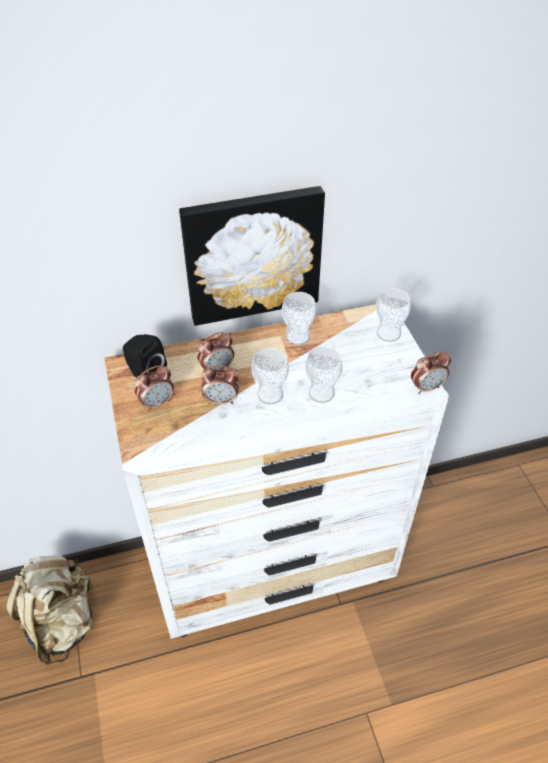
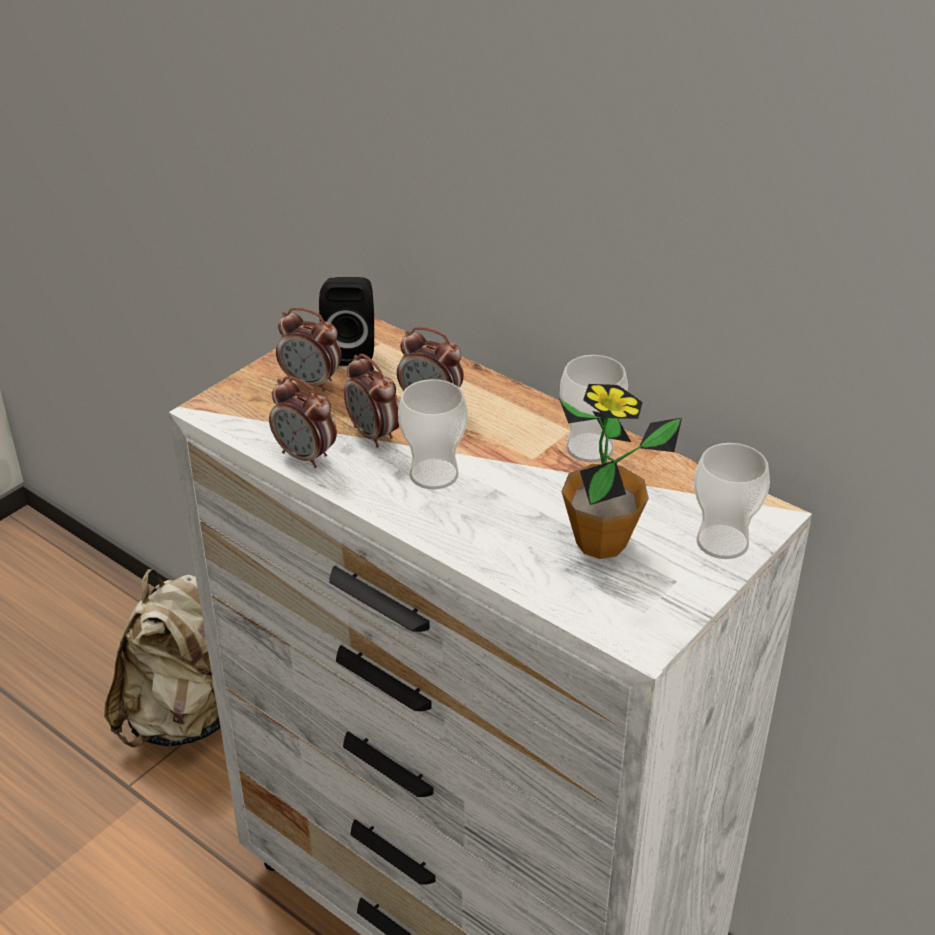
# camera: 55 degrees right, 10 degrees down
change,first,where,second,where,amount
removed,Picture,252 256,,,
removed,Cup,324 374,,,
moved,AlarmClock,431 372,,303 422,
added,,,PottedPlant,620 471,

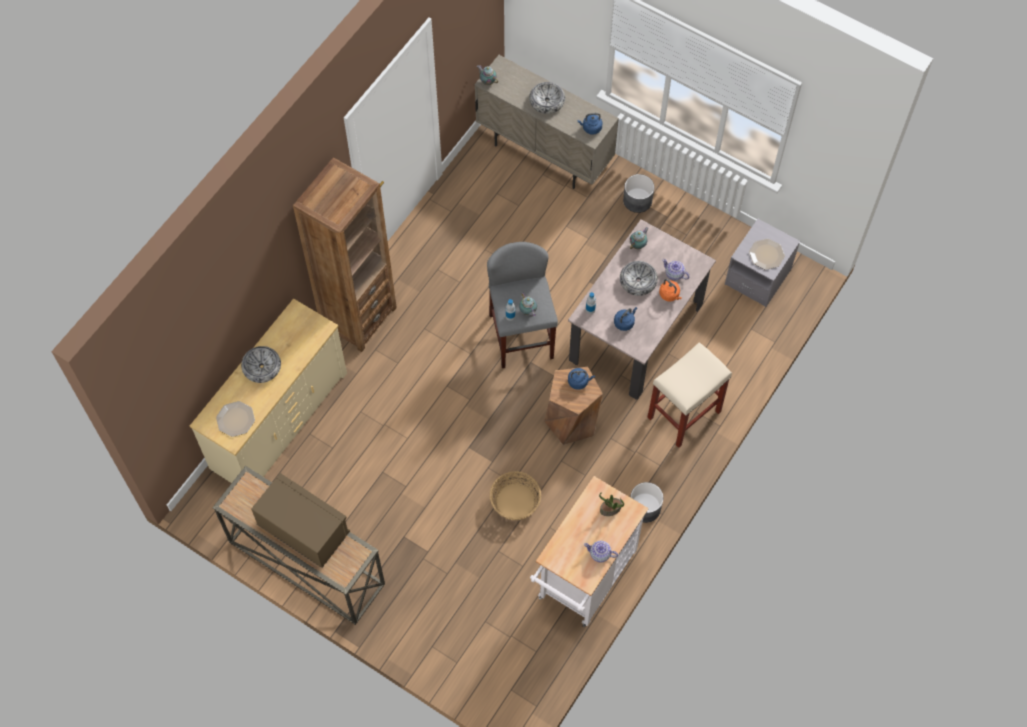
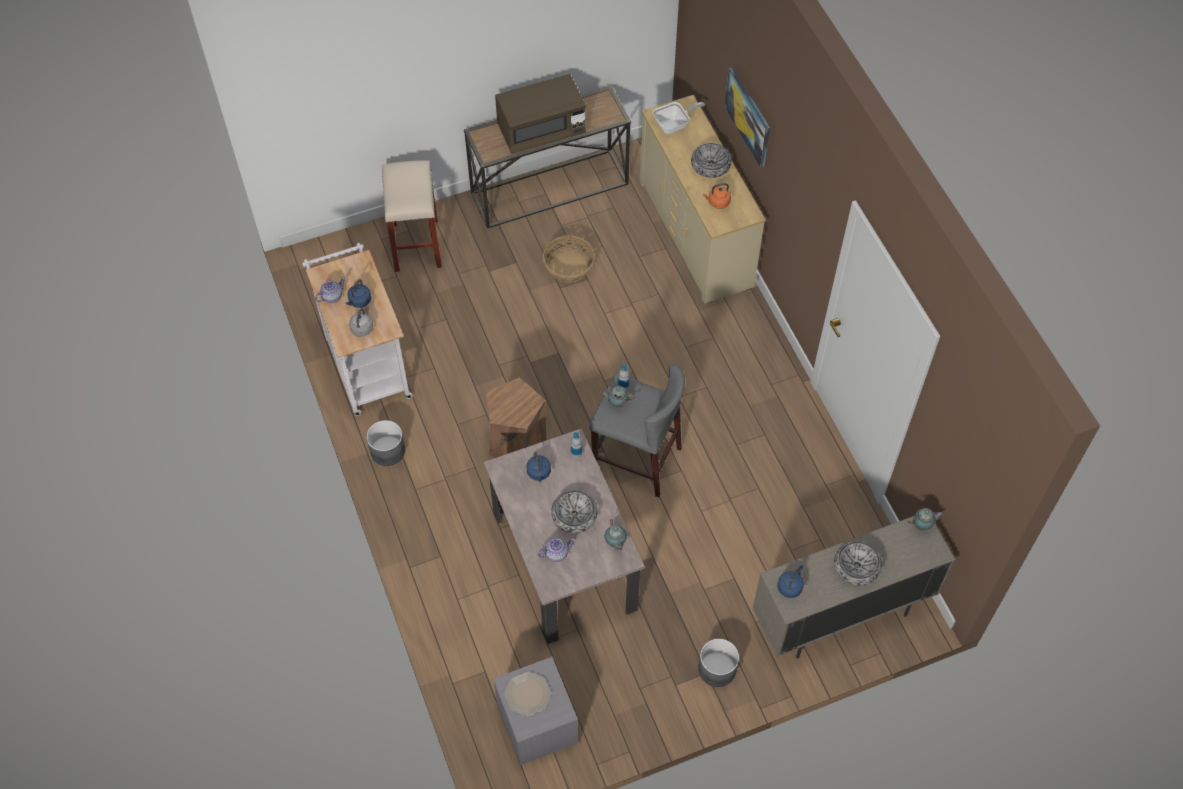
# camera: 125 degrees right, 5 degrees down
change,first,where,second,where,amount
removed,BrownBookcase,345 254,,,
moved,OrangeKettle,670 290,,717 196,
moved,BeigeStool,690 395,,412 216,
moved,BlueKettle,581 379,,358 293,
replaced,Plate,235 419,FryingPan,679 118,
moved,Basket,515 495,,569 259,
replaced,PottedPlant,611 504,GreyKettle,361 321,
added,,,Picture,747 117,

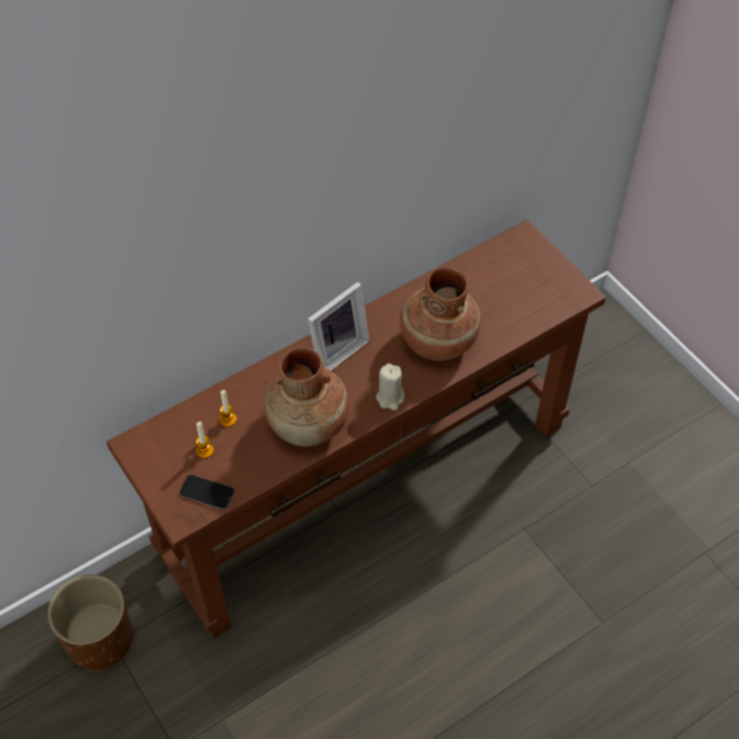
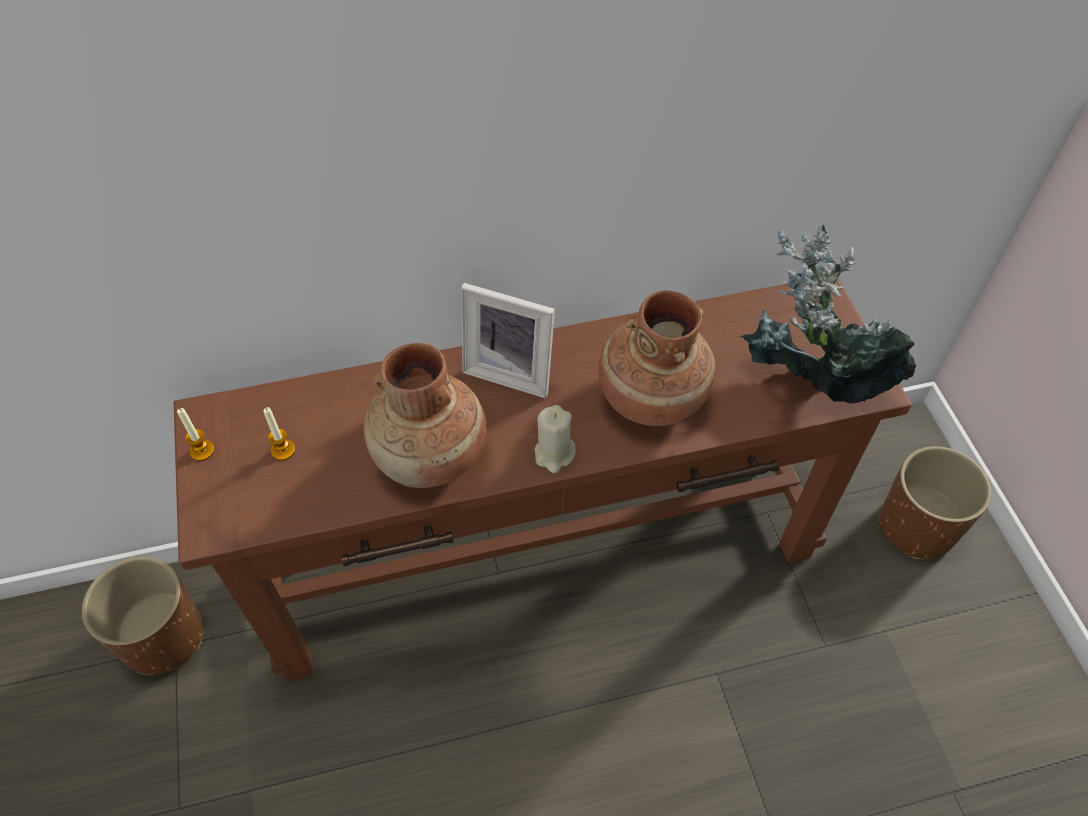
# camera: 20 degrees right, 0 degrees up
change,first,where,second,where,amount
turned,PictureFrame,339 326,,508 340,45 degrees clockwise
moved,Candle,228 408,,195 434,
removed,Phone,207 492,,,
added,,,PottedPlant,828 314,
added,,,BrownPlanter,935 503,

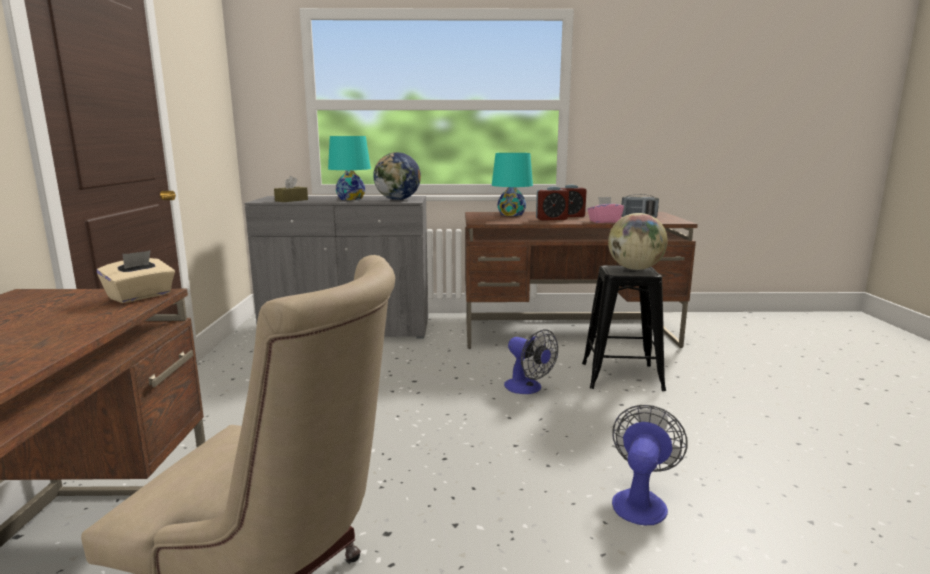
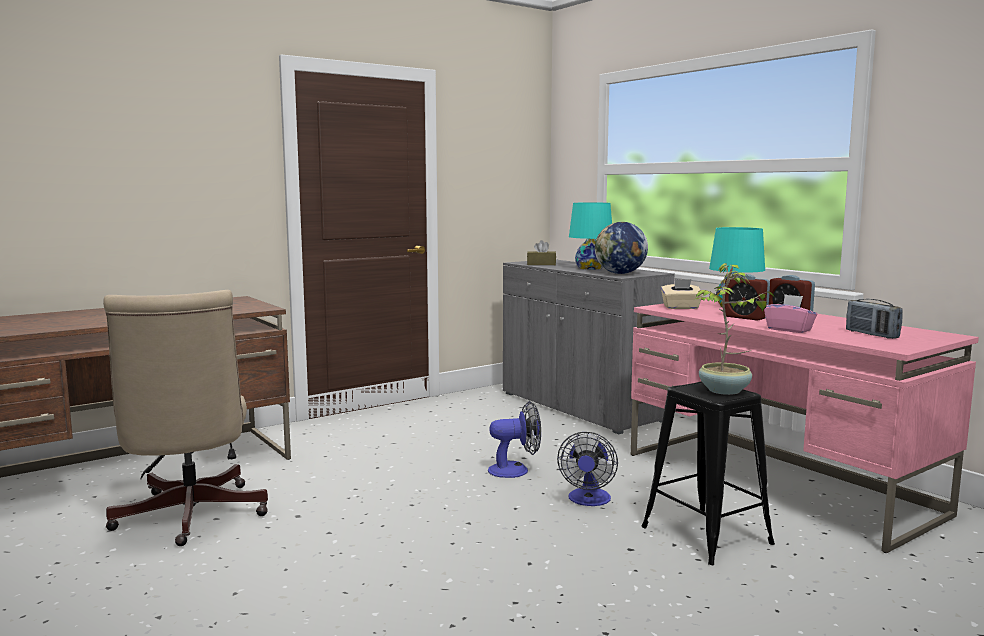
# camera: 55 degrees right, 5 degrees down
change,first,where,second,where,amount
recoloured,BrownDesk,581 280,PinkDesk,805 426,
replaced,Globe,638 241,PottedPlant,734 329,
moved,BeigeTissueBox,136 276,,682 294,
moved,Fan,649 465,,514 439,

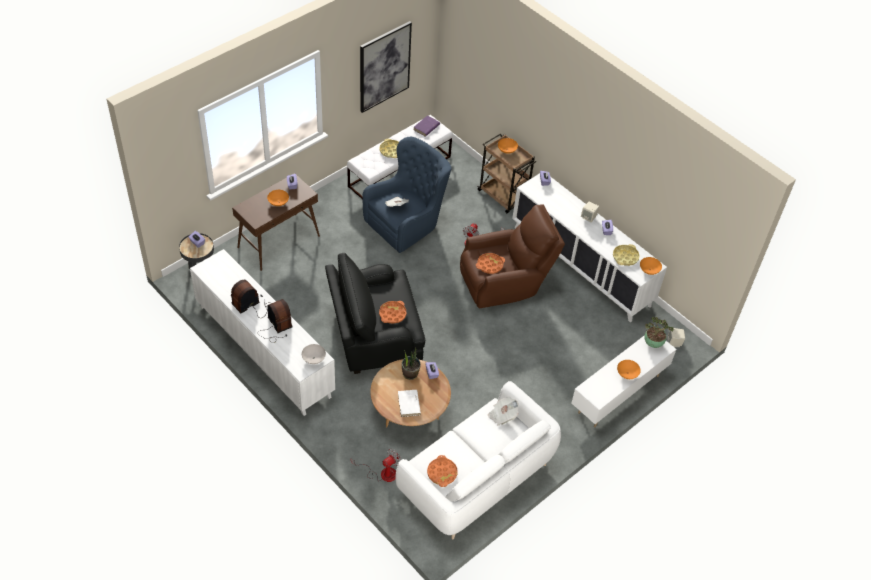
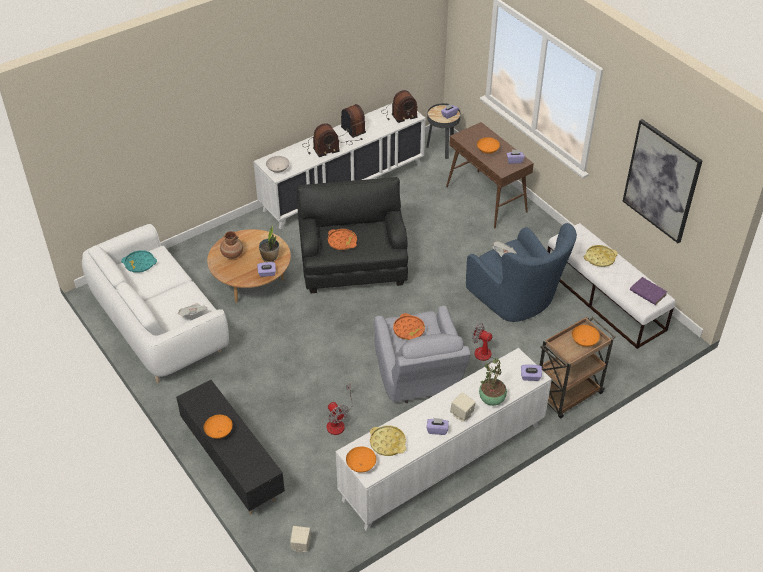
# camera: 100 degrees right, 5 degrees down
change,first,where,second,where,amount
recoloured,BrownArmchair,512 256,GreyArmchair,422 354,
moved,PottedPlant,659 332,,493 382,
recoloured,WhiteTvStand,624 381,BlackTvStand,230 447,
replaced,WhiteBook,409 403,BrownVase,231 245,
moved,Fan,376 465,,340 409,
recoloured,OrangeTray,442 471,TurquoiseTray,139 261,
added,,,Radio,400 106,

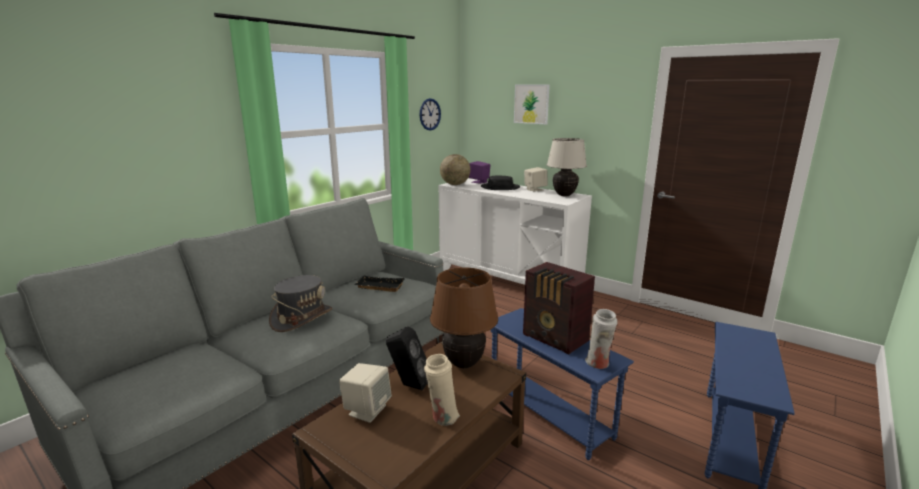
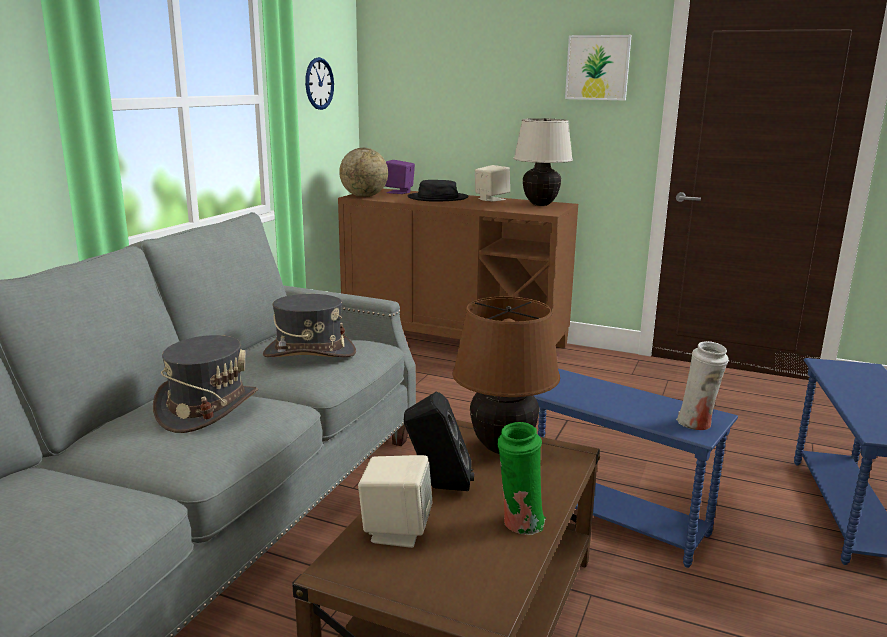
# camera: 15 degrees left, 0 degrees up
change,first,where,second,where,amount
moved,Picture,532 104,,598 68,
recoloured,WhiteCabinet,515 231,BrownCabinet,458 268,
removed,Radio,559 308,,,
replaced,BlackTray,379 283,GreyHat,309 325,
recoloured,BeigeVase,442 390,GreenVase,522 478,

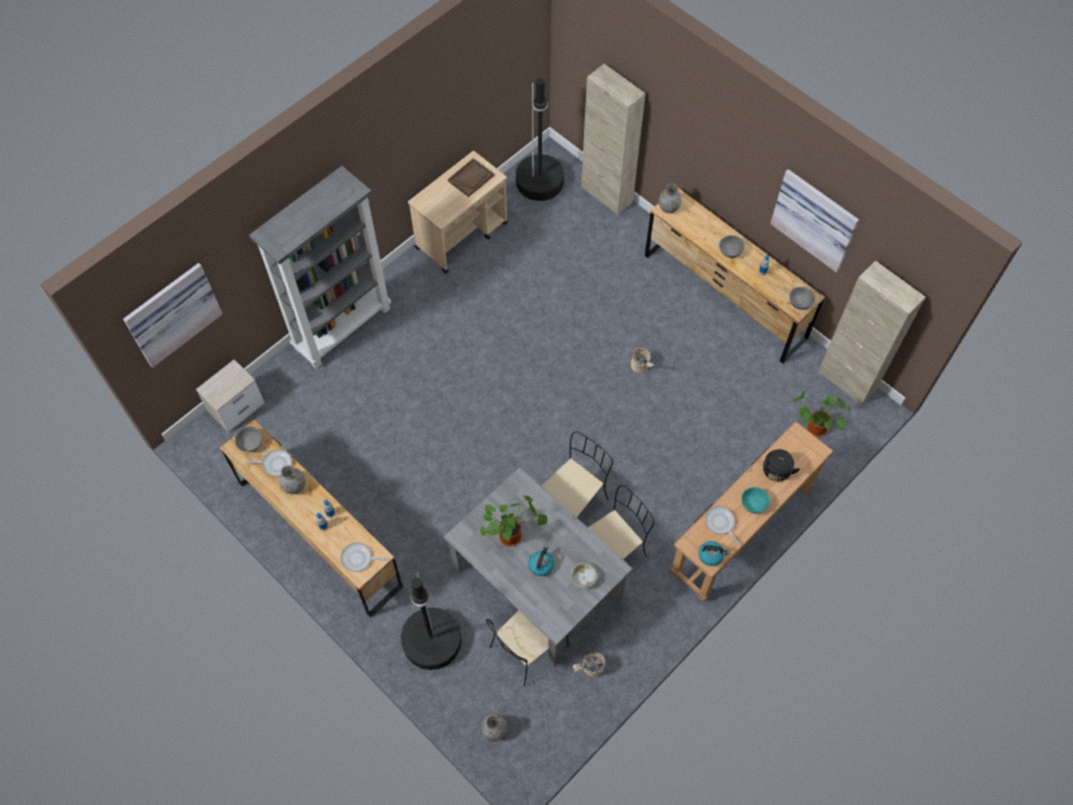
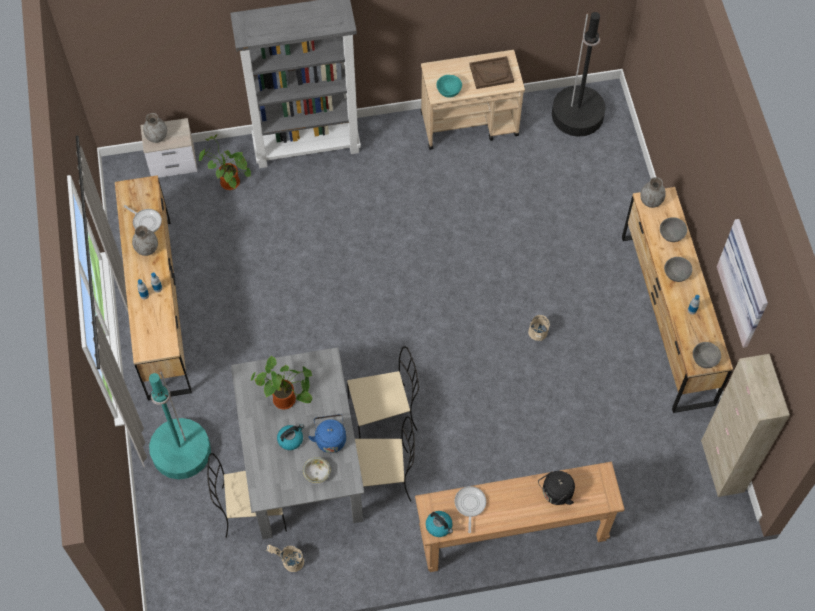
# camera: 35 degrees right, 0 degrees up
change,first,where,second,where,amount
removed,BeigeCabinet,613 139,,,
removed,Picture,172 315,,,
moved,PottedPlant,821 414,,225 162,
moved,GreyBowl,248 439,,673 229,
moved,TurquoiseBowl,755 500,,449 86,
removed,FryingPan,364 557,,,
recoloured,BlackFloorLamp,431 621,TurquoiseFloorLamp,180 424,
moved,GreyVase,494 727,,155 128,
added,,,BlueKettle,327 433,

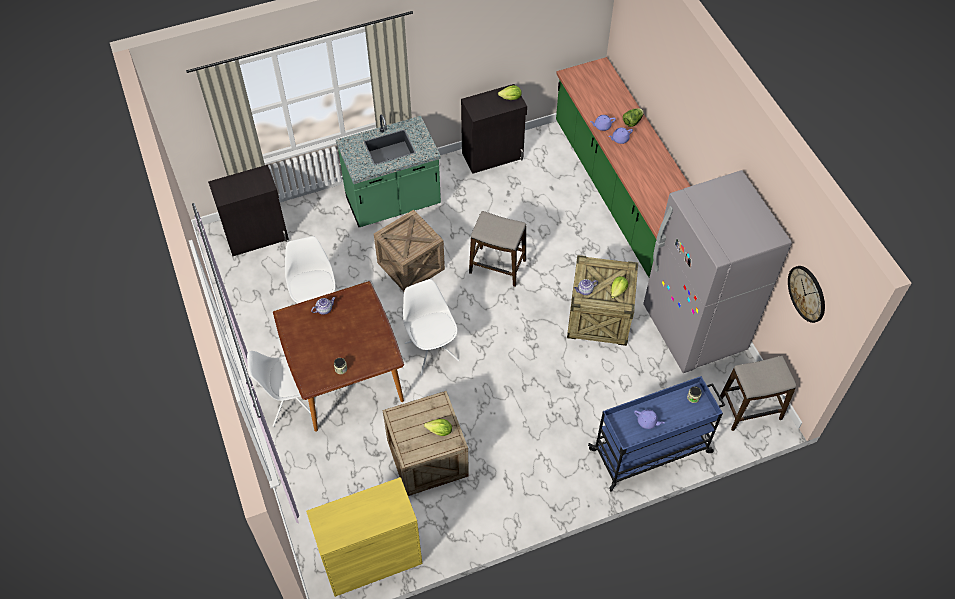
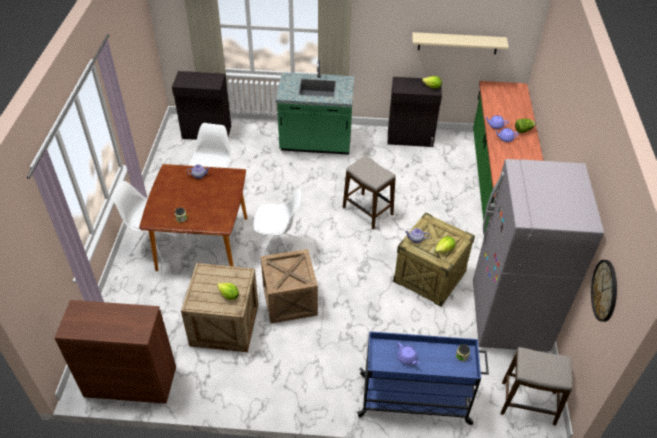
# camera: 25 degrees right, 10 degrees down
change,first,where,second,where,amount
moved,Crate,409 251,,289 286,
turned,WhiteChair,431 327,,277 226,90 degrees clockwise
recoloured,YellowCabinet,364 537,BrownCabinet,115 352,
added,,,BeigeShelf,460 43,

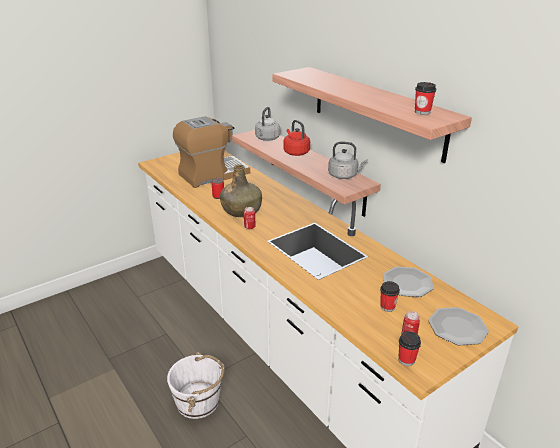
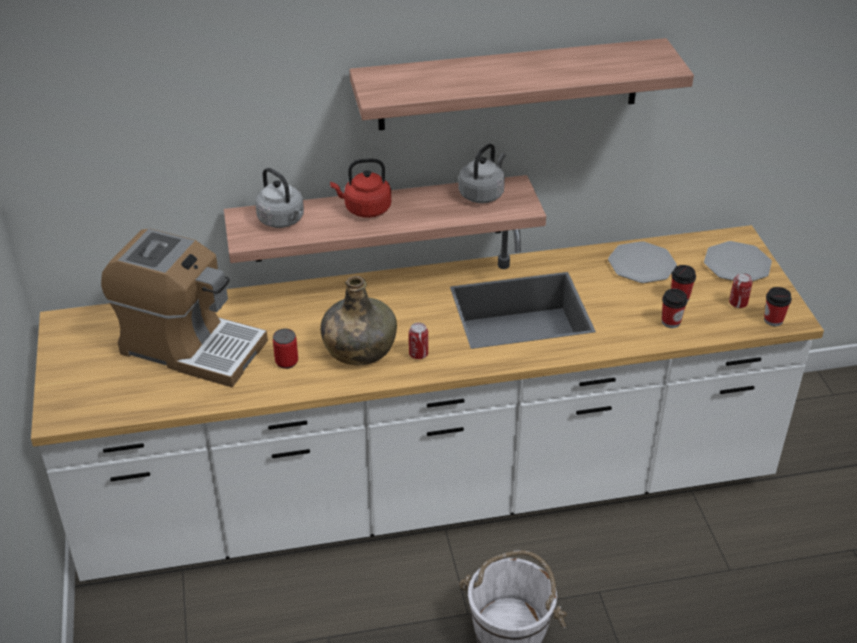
# camera: 65 degrees left, 10 degrees up
change,first,where,second,where,amount
moved,Cup,425 98,,674 308,
turned,CoffeeMachine,211 152,,184 307,120 degrees clockwise

